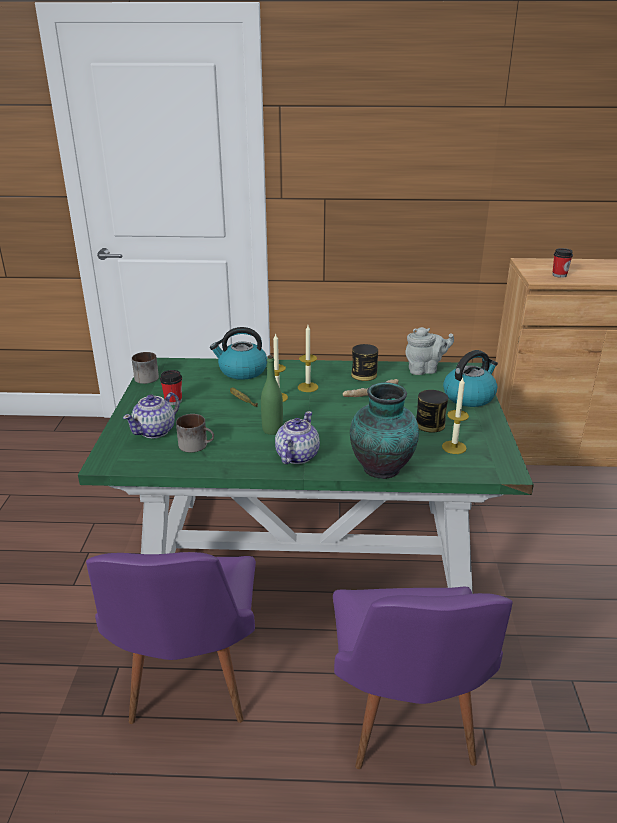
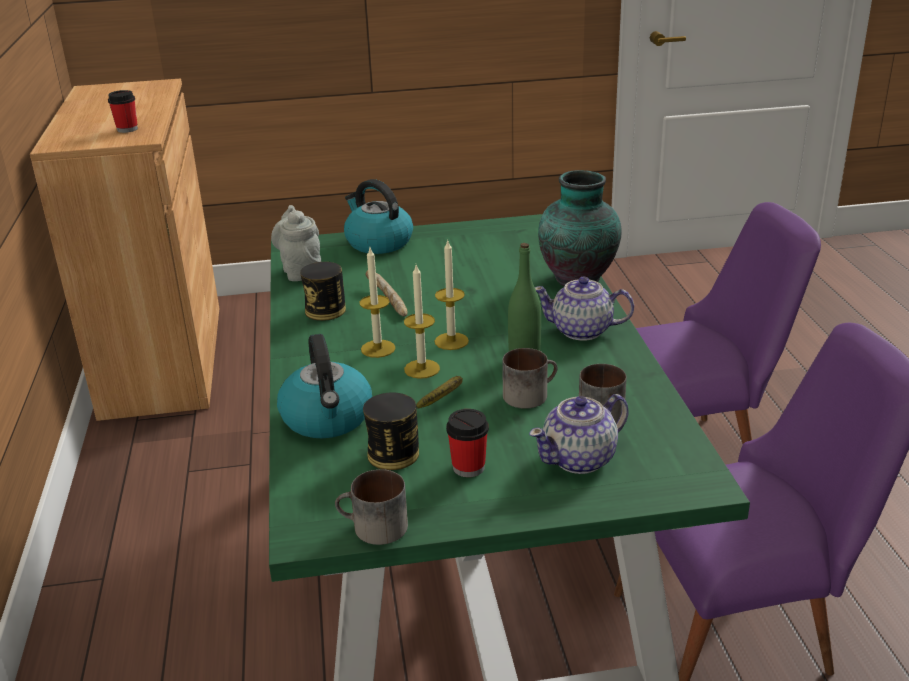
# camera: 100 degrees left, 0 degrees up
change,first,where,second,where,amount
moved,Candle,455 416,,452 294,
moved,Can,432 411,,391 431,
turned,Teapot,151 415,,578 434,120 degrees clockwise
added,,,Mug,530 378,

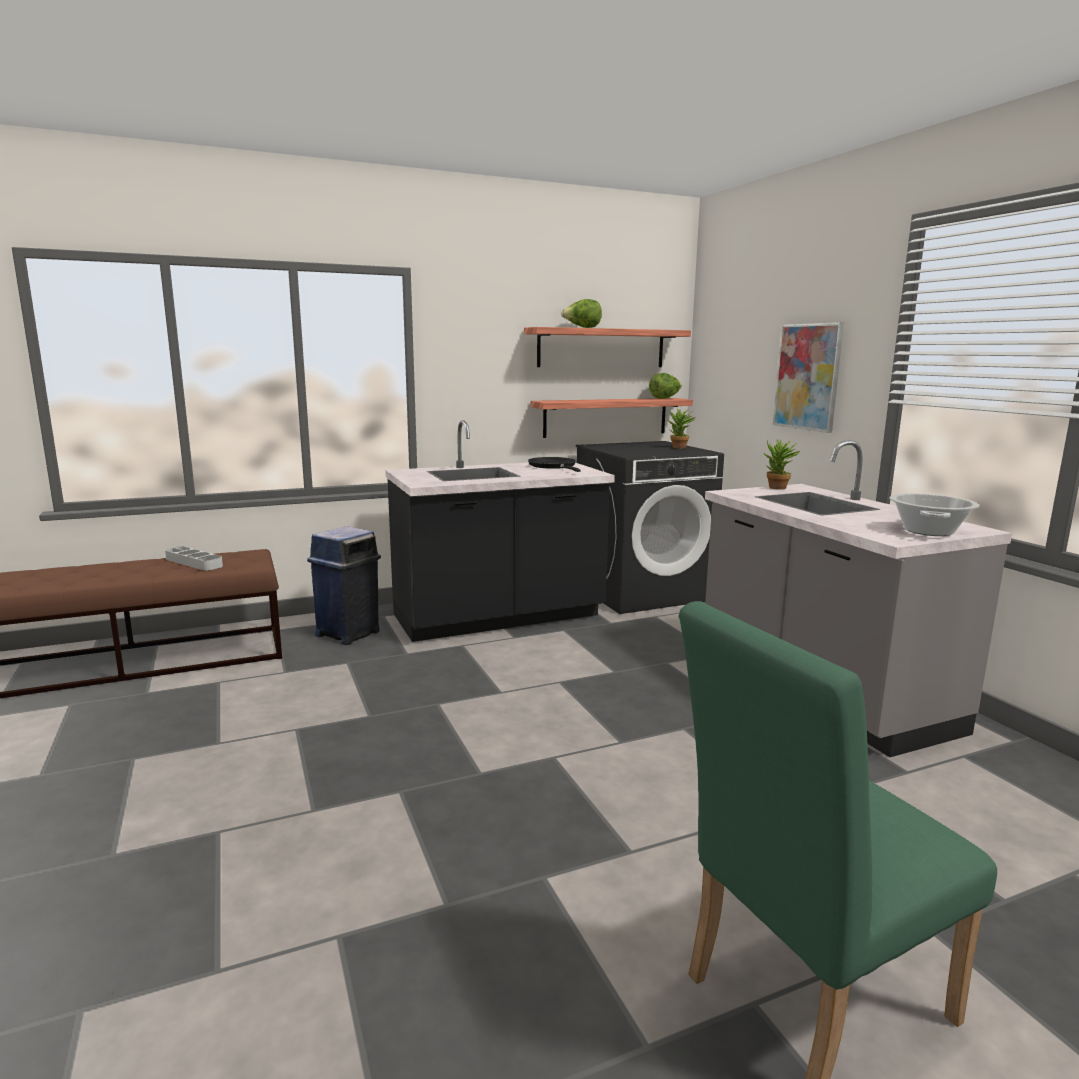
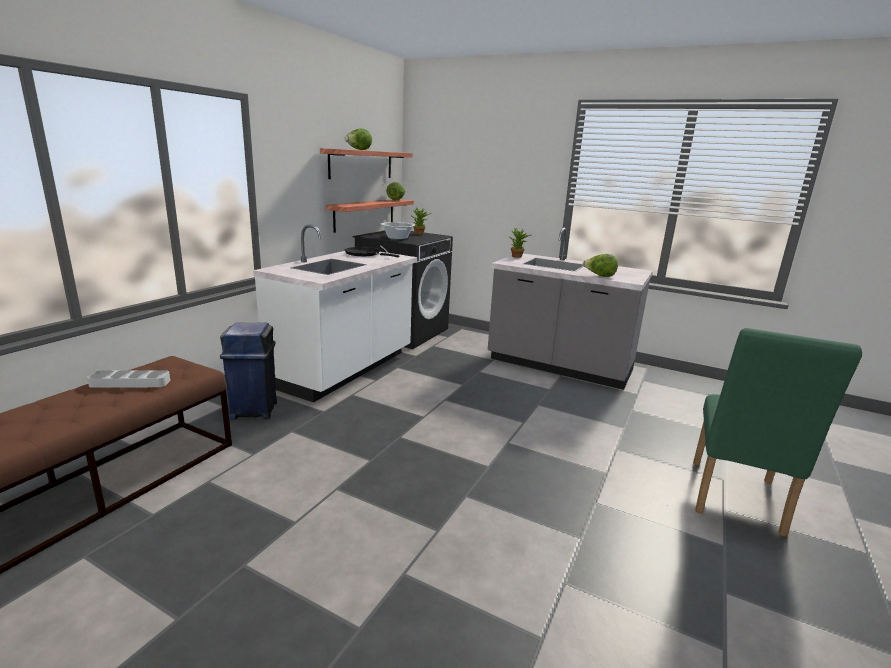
# camera: 40 degrees left, 5 degrees up
change,first,where,second,where,amount
removed,Picture,808 377,,,
recoloured,BlackCounter,500 531,WhiteCounter,335 313,
moved,CookingPot,934 514,,398 230,
added,,,Lettuce,600 265,

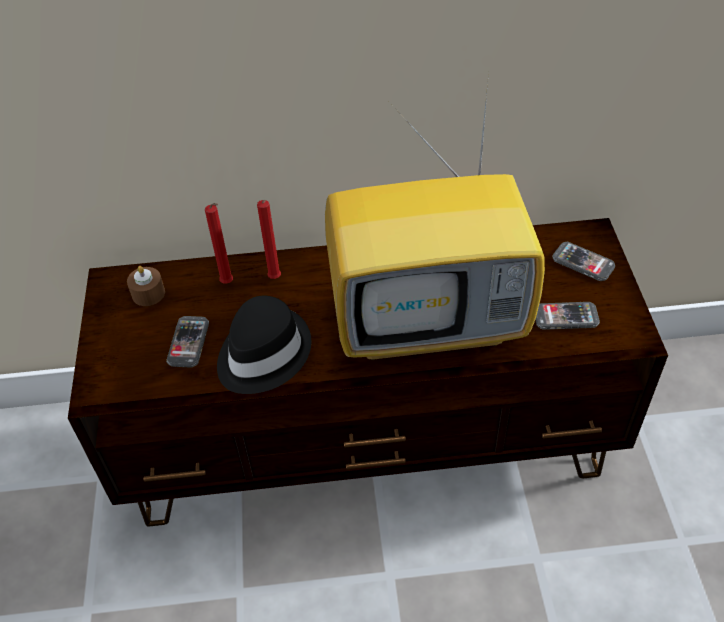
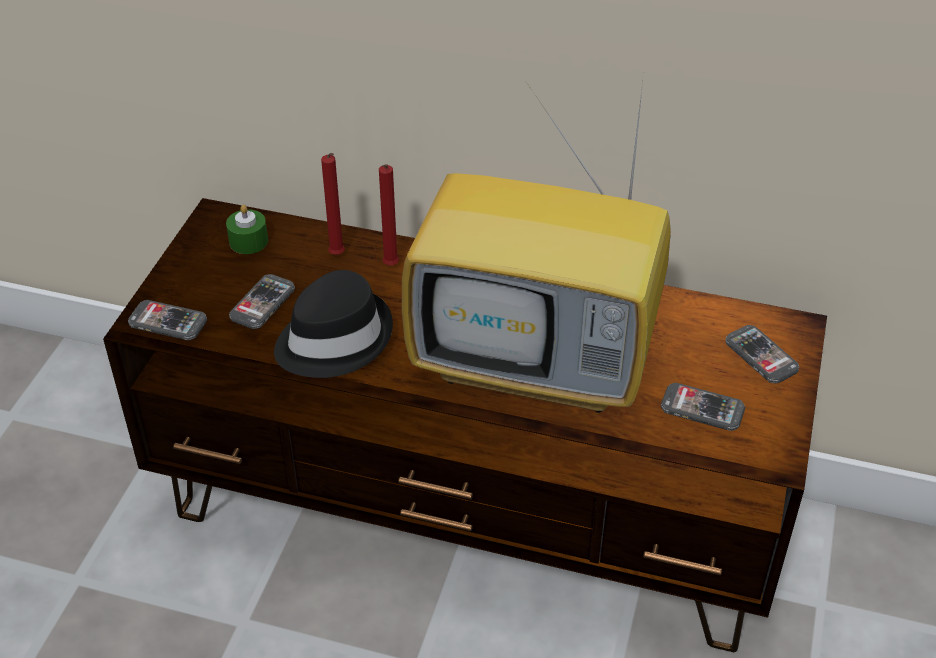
# camera: 20 degrees right, 5 degrees down
change,first,where,second,where,amount
recoloured,BrownCandle,146 286,GreenCandle,247 229,
added,,,Phone,167 320,

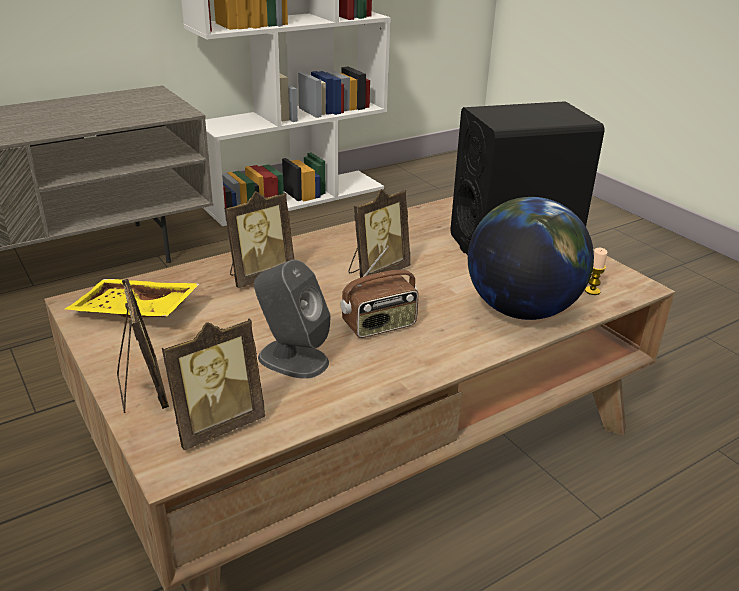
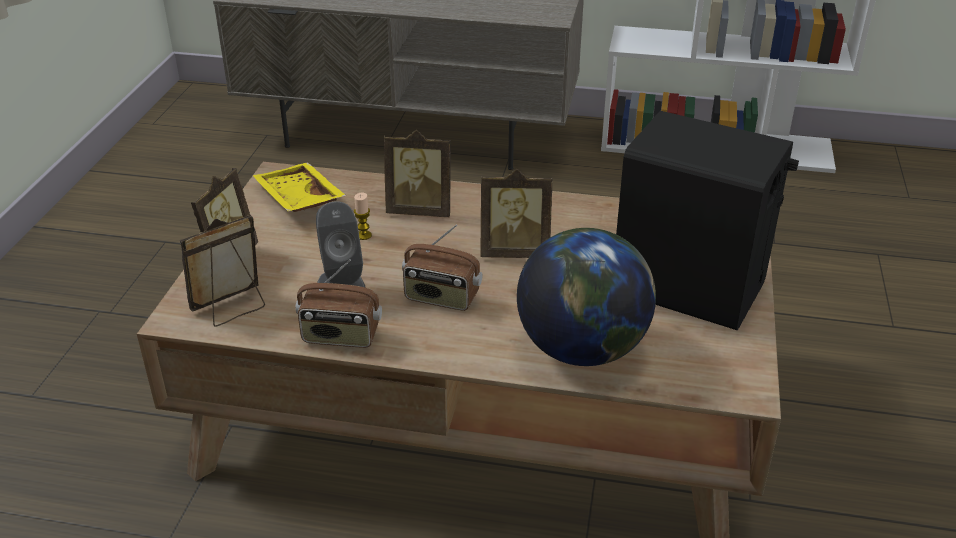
# camera: 45 degrees right, 5 degrees up
change,first,where,second,where,amount
moved,Candle,596 271,,363 216,
turned,PictureFrame,213 384,,222 271,135 degrees clockwise
added,,,Radio,338 303,

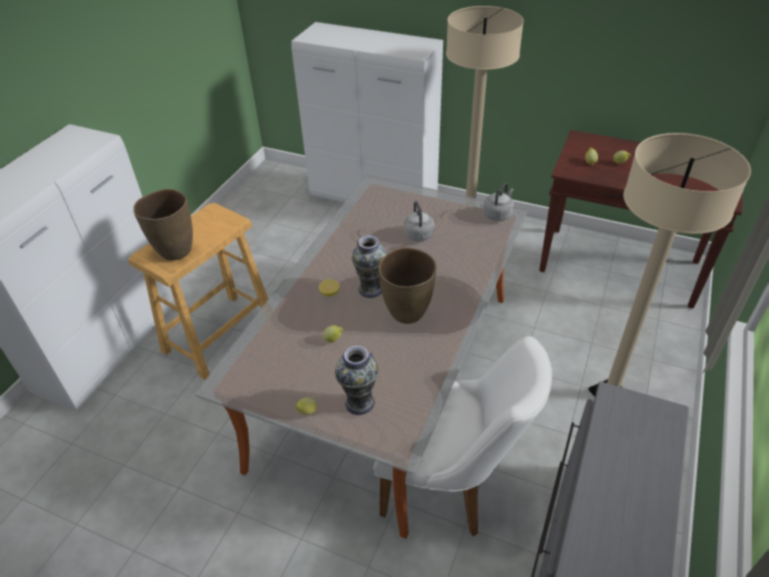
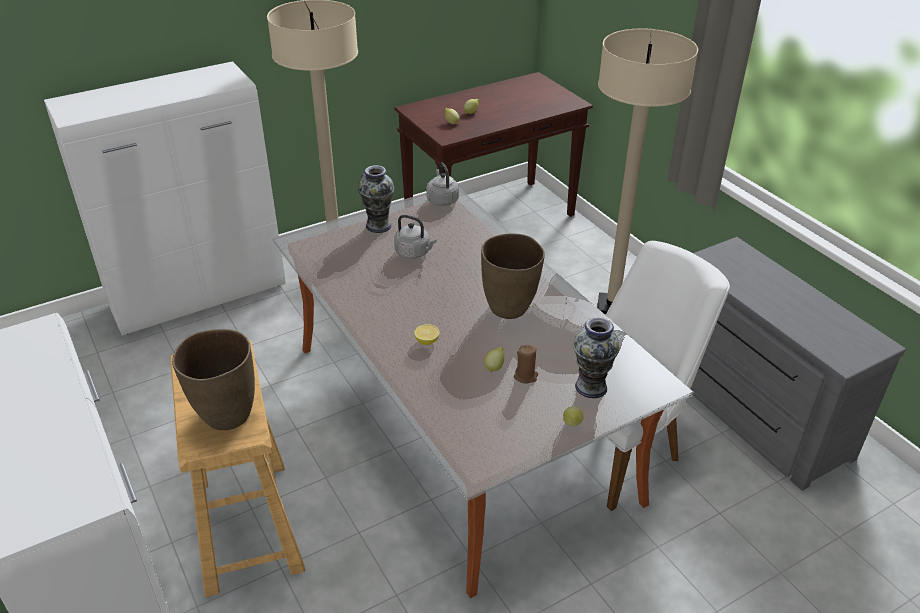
# camera: 55 degrees left, 5 degrees down
change,first,where,second,where,amount
moved,Vase,369 266,,376 199,
added,,,BrownCandle,526 364,

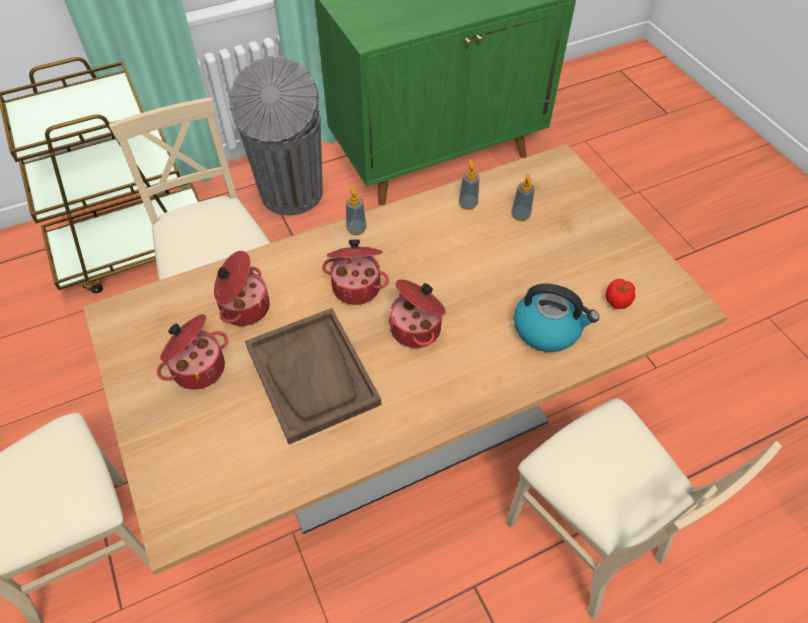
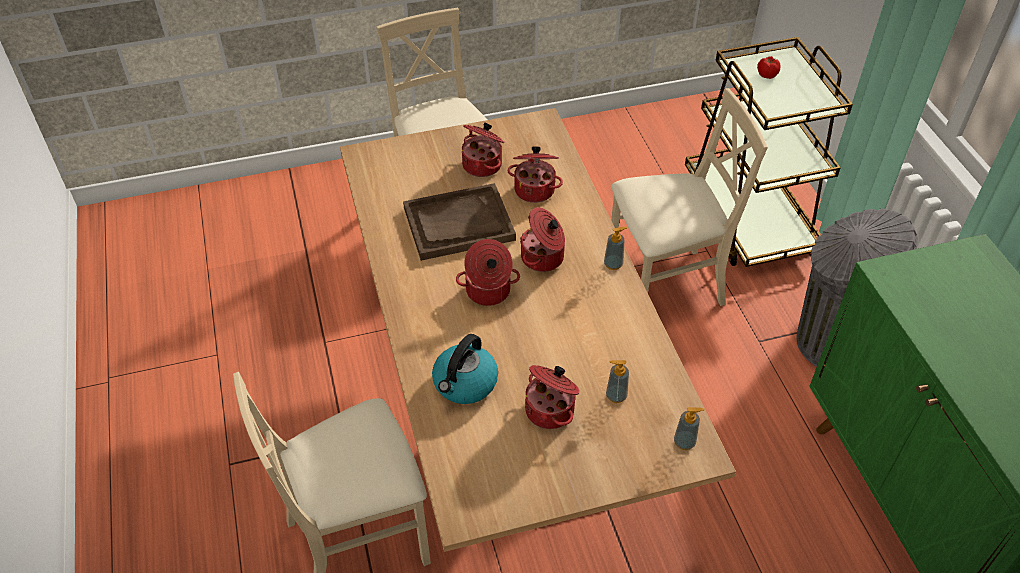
# camera: 100 degrees right, 5 degrees down
change,first,where,second,where,amount
moved,SoapDispenser,469 184,,689 428,
moved,Tomato,621 294,,769 67,
added,,,CookingPot,552 397,

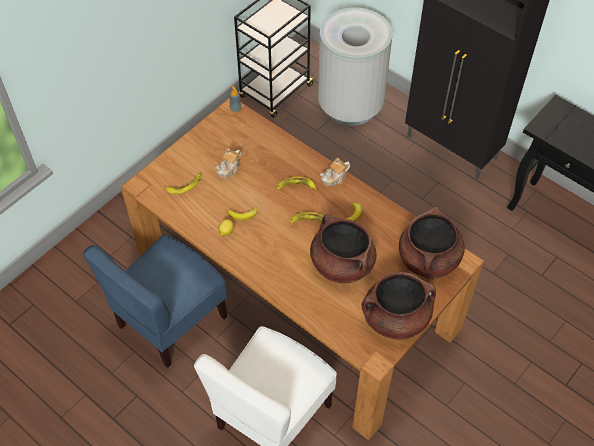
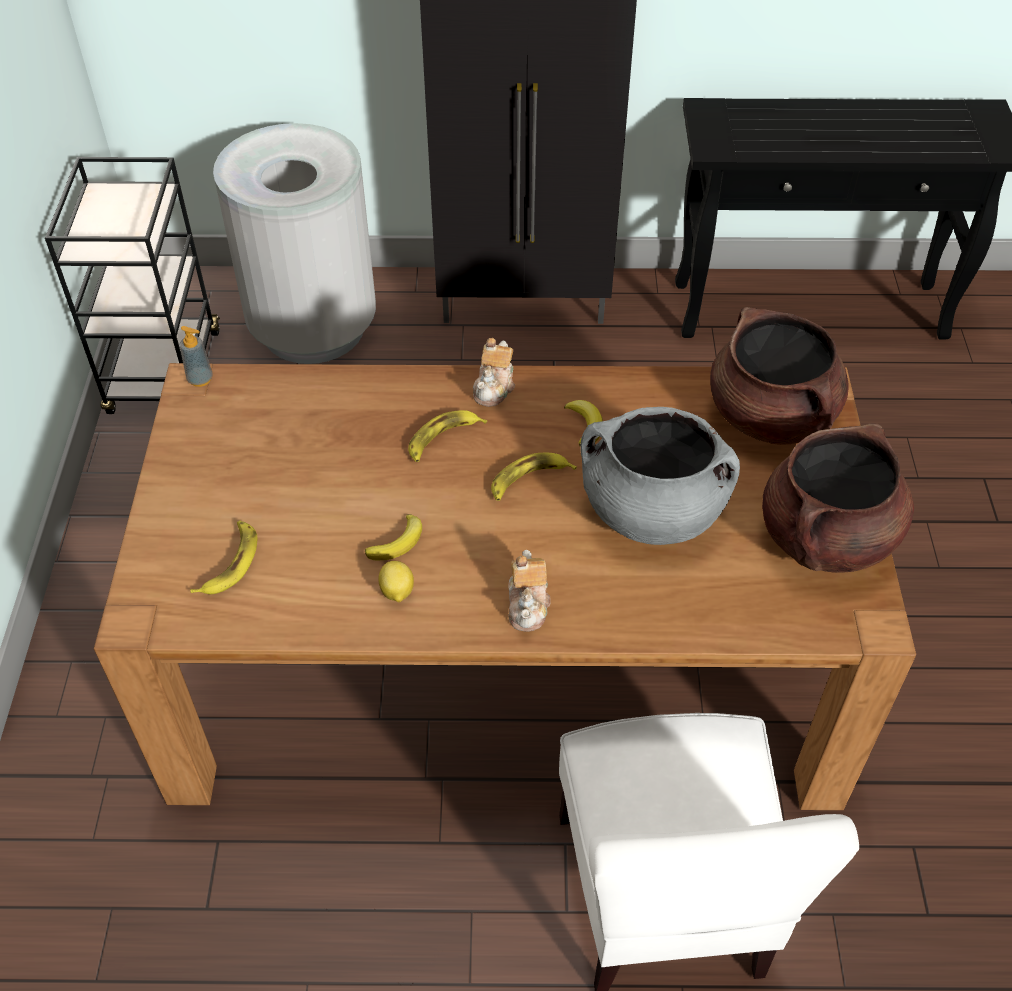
# camera: 40 degrees left, 5 degrees down
change,first,where,second,where,amount
moved,Teapot,228 163,,529 590,
recoloured,BrownCookingPot,343 248,GreyCookingPot,660 476,
removed,BlueChair,155 301,,,

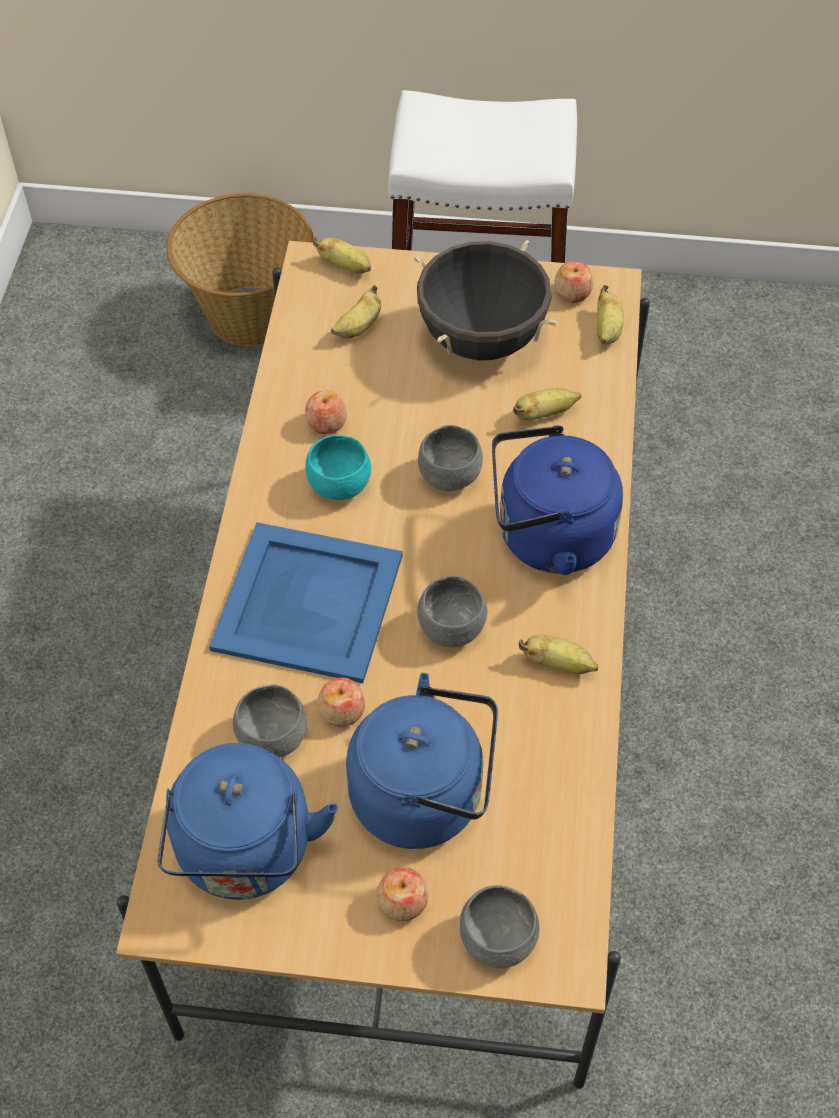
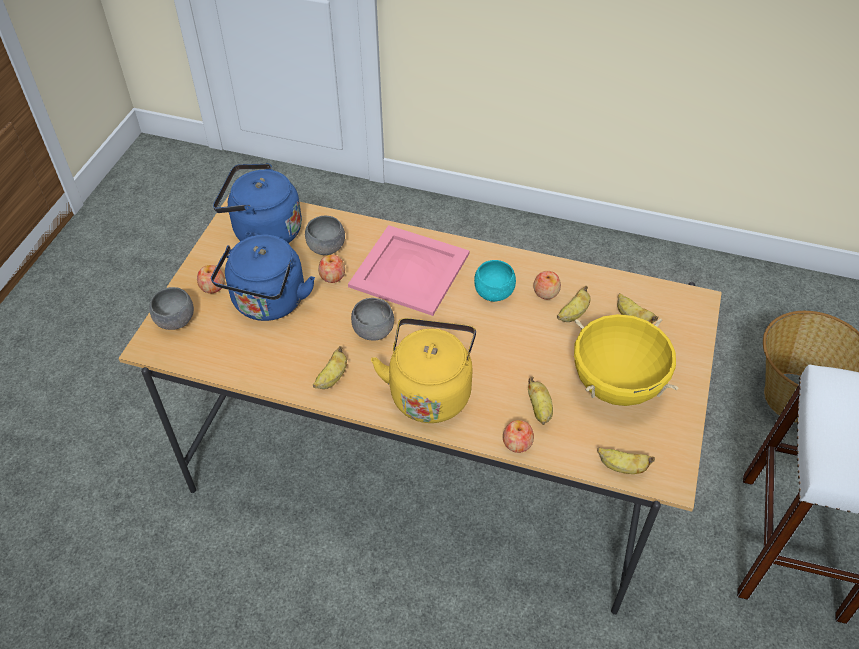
# camera: 100 degrees right, 5 degrees down
change,first,where,second,where,amount
moved,Banana,342 255,,574 304,
recoloured,BlackCookingPot,485 300,YellowCookingPot,626 360,
moved,Apple,573 282,,518 436,
removed,GreyBowl,450 458,,,
recoloured,BlueKettle,557 500,YellowKettle,423 370,
recoloured,BlueTray,306 602,PinkTray,409 270,

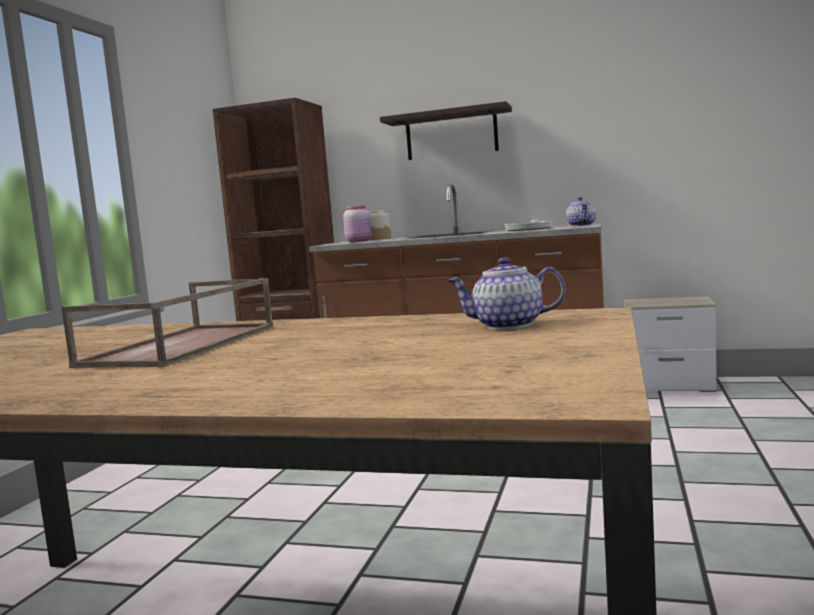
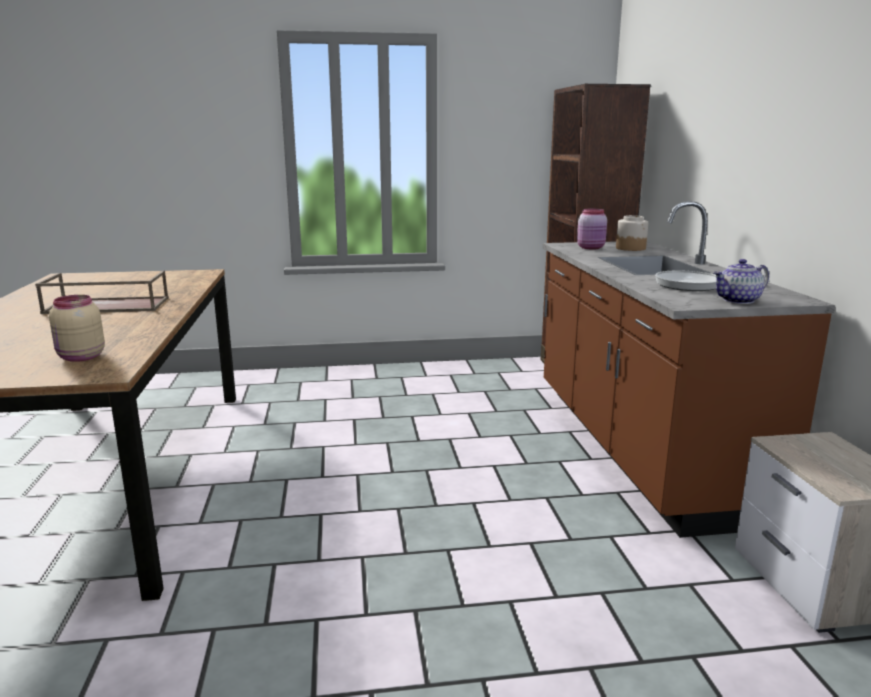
# camera: 65 degrees right, 10 degrees up
change,first,where,second,where,amount
removed,Shelf,446 130,,,
replaced,Teapot,506 293,BeigeJar,77 328,

